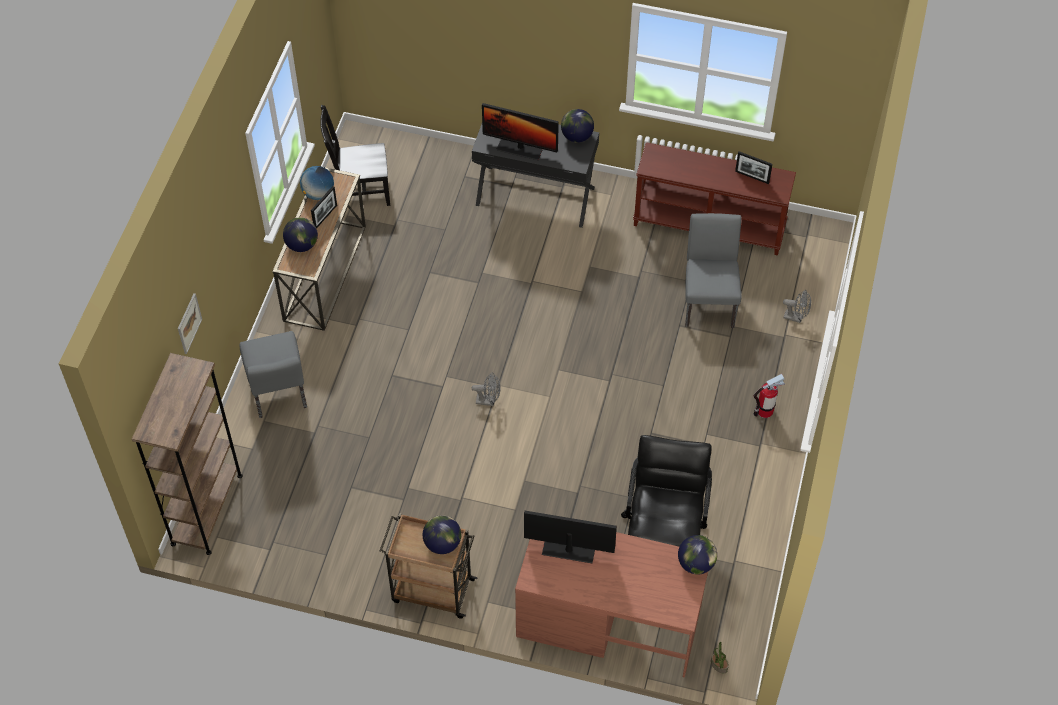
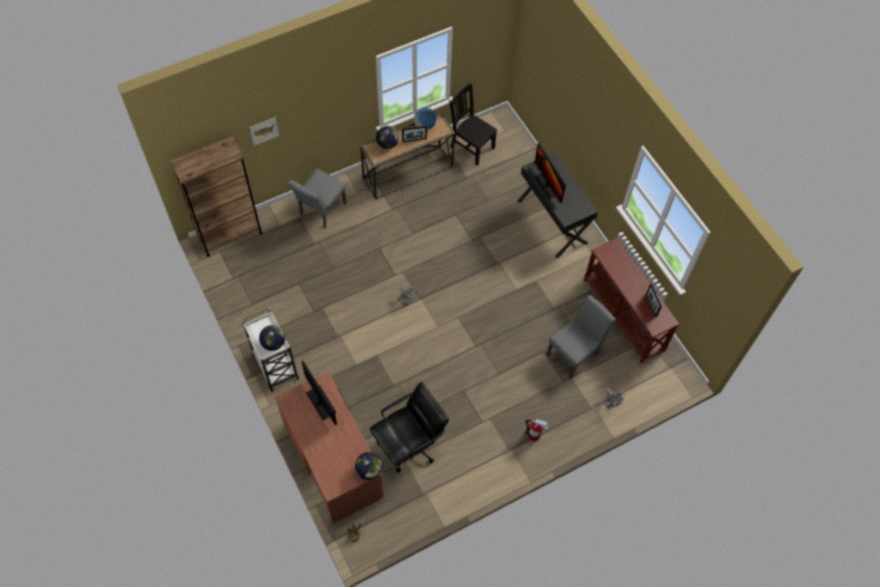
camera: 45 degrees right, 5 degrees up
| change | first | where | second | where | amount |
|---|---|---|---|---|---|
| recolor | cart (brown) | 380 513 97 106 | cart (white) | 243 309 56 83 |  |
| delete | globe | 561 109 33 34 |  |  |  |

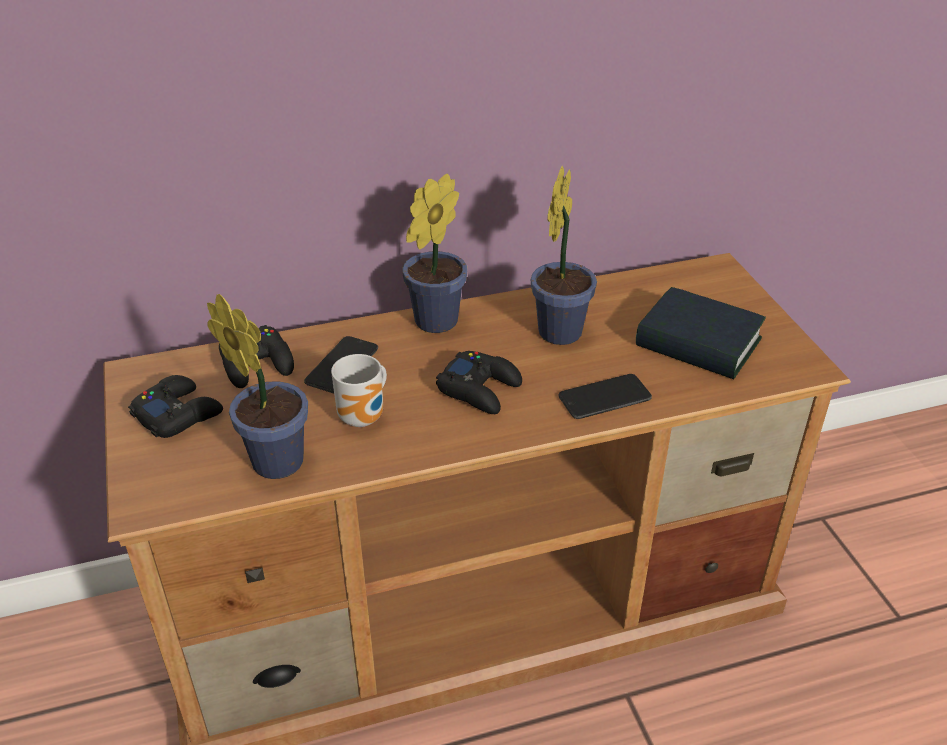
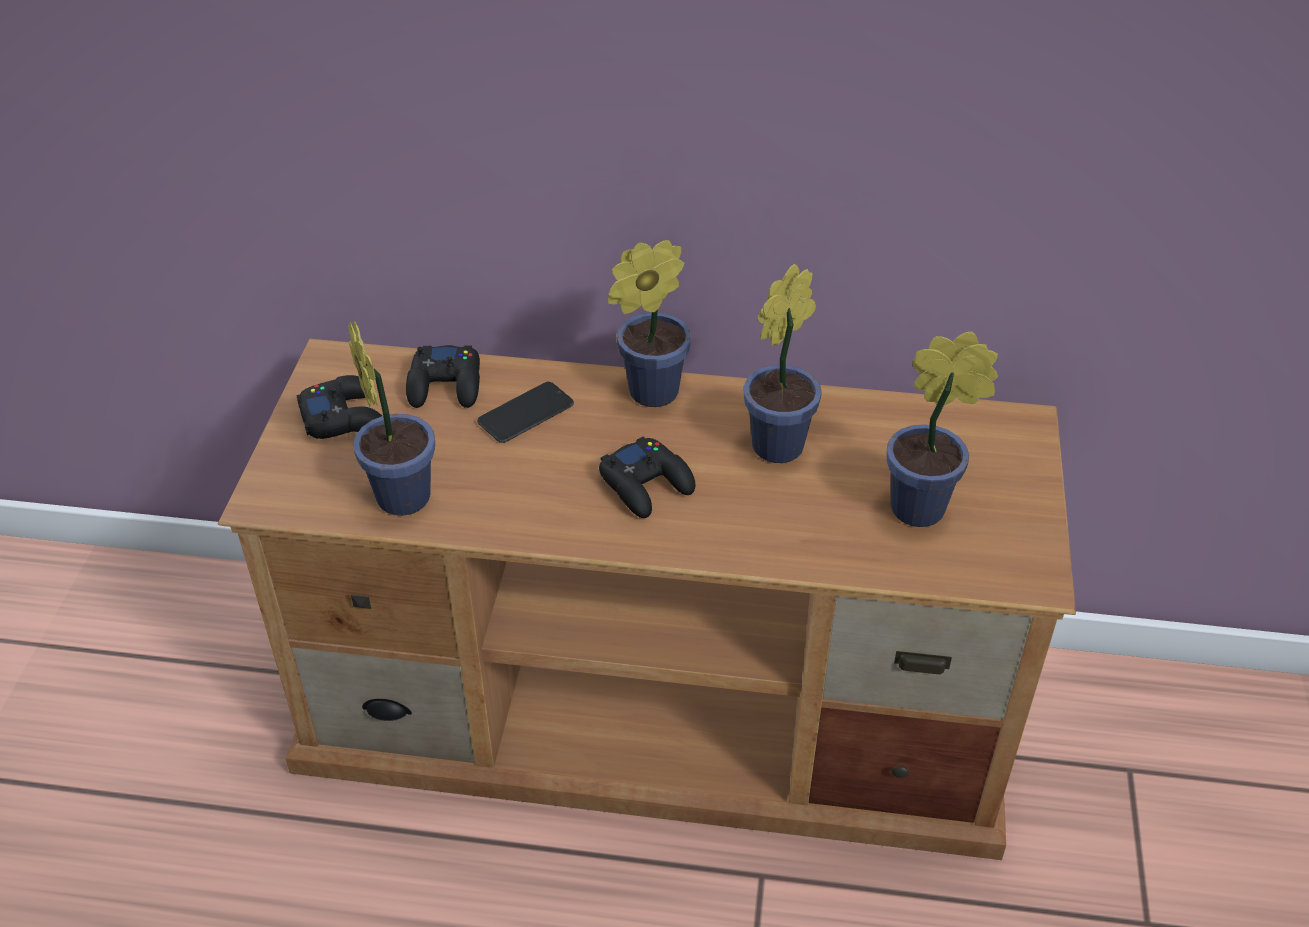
camera: 25 degrees right, 5 degrees up
| change | first | where | second | where | amount |
|---|---|---|---|---|---|
| replace | book | 636 287 130 92 | potted plant | 886 331 112 196 |  |
| delete | mug | 331 354 56 73 |  |  |  |
| delete | phone | 558 374 94 45 |  |  |  |

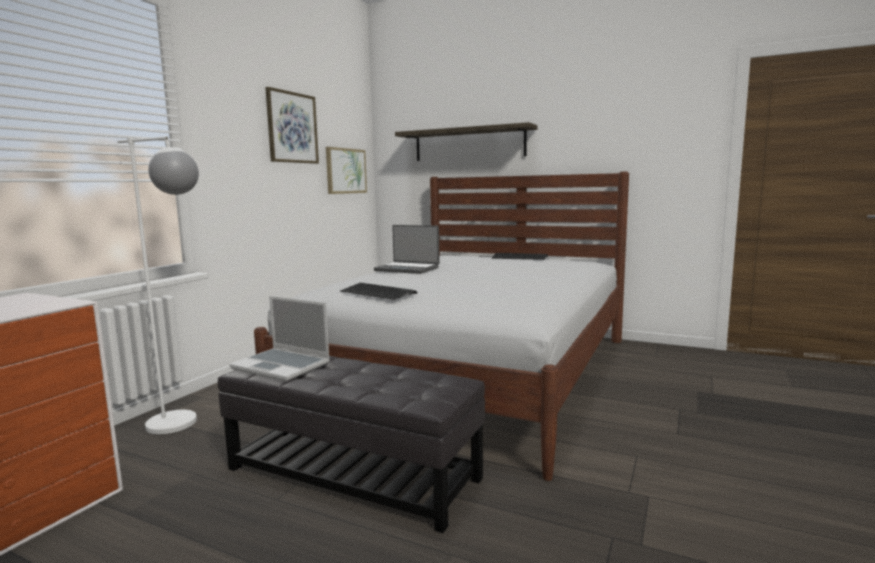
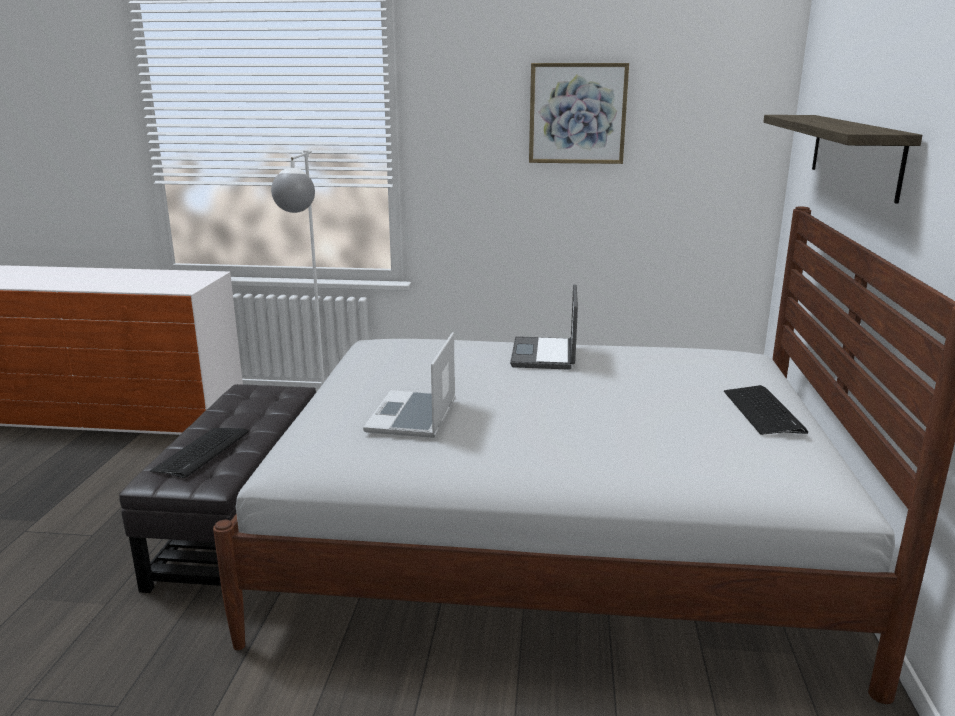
camera: 70 degrees right, 10 degrees up
| change | first | where | second | where | amount |
|---|---|---|---|---|---|
| move | keyboard | 340 283 78 17 |  | 150 428 99 50 |  |
| move | laptop | 229 296 101 86 |  | 363 332 92 106 |  |
| delete | picture | 326 147 41 47 |  |  |  |

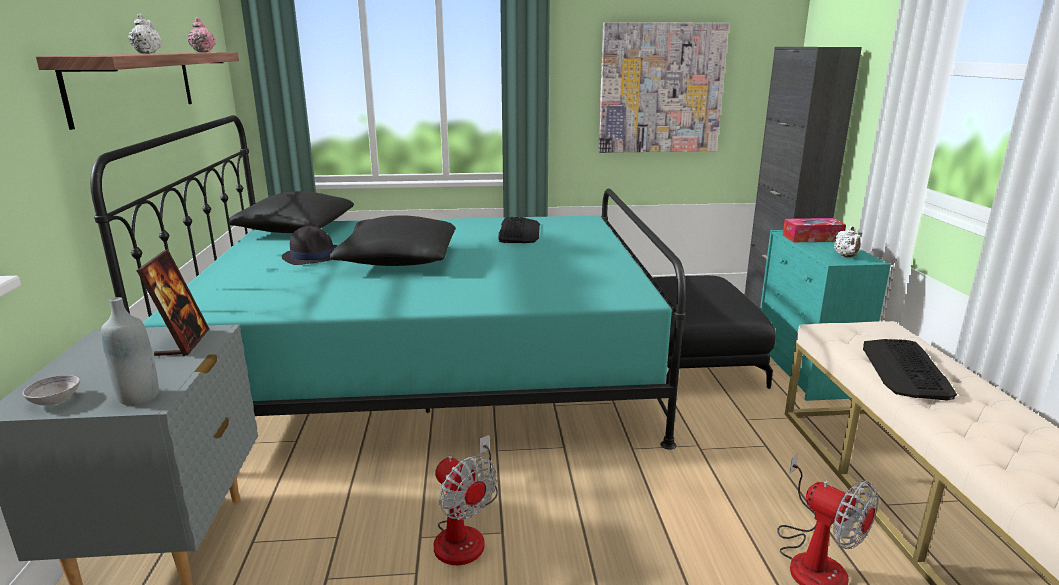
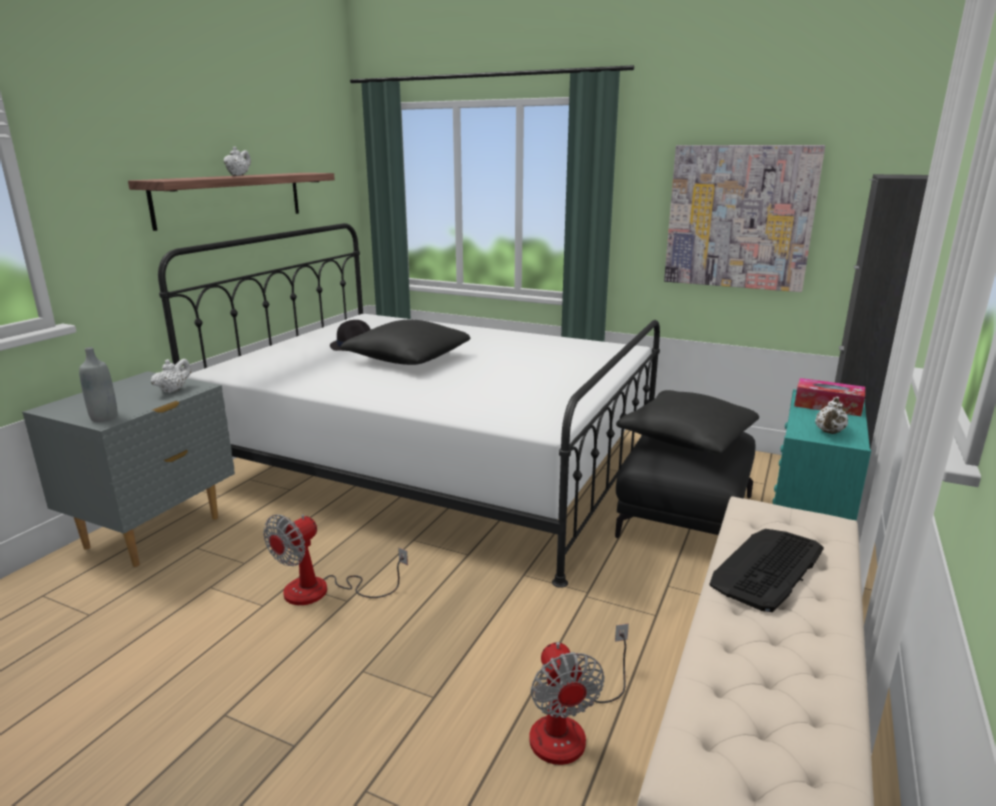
camera: 30 degrees right, 0 degrees up
| change | first | where | second | where | amount |
|---|---|---|---|---|---|
| replace | picture frame | 136 249 73 107 | teapot (white) | 151 359 40 34 |  |
| recolor | bed (turquoise) | 90 115 596 335 | bed (white) | 158 223 502 365 |  |
| rotate | fan | 434 435 64 130 |  | 263 514 145 91 | 45 degrees clockwise |
| move | pillow (black) | 229 191 125 42 |  | 616 390 143 64 |  |
| delete | bowl (grey) | 22 375 58 31 |  |  |  |
| delete | teapot (pink) | 188 17 28 35 |  |  |  |
| delete | keyboard | 498 217 42 26 |  |  |  |

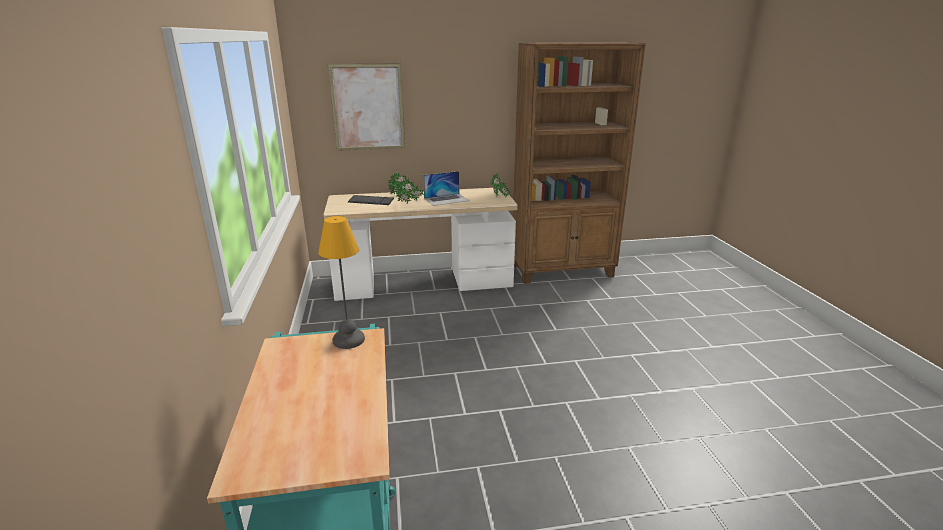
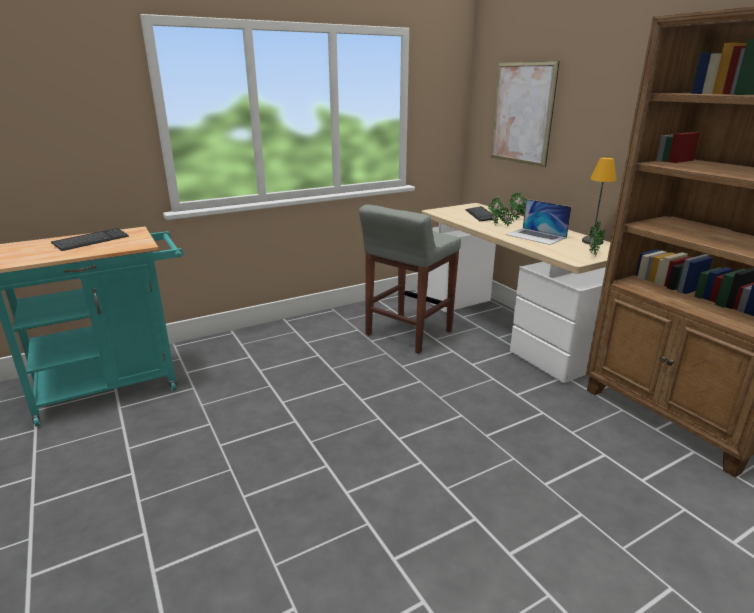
camera: 70 degrees right, 0 degrees up
| change | first | where | second | where | amount |
|---|---|---|---|---|---|
| insert |  |  | keyboard | 51 228 78 23 |  |
| insert |  |  | stool (grey) | 359 204 102 150 |  |
| move | table lamp | 318 216 47 133 |  | 582 158 35 87 |  |

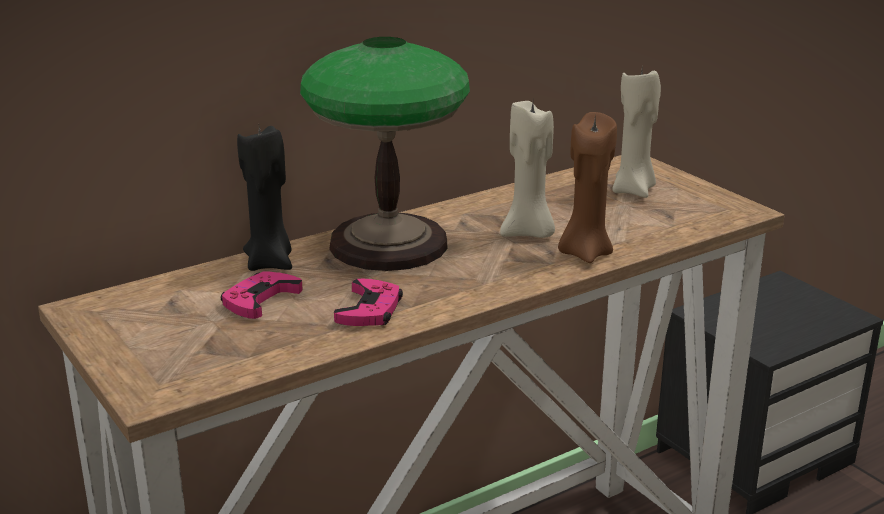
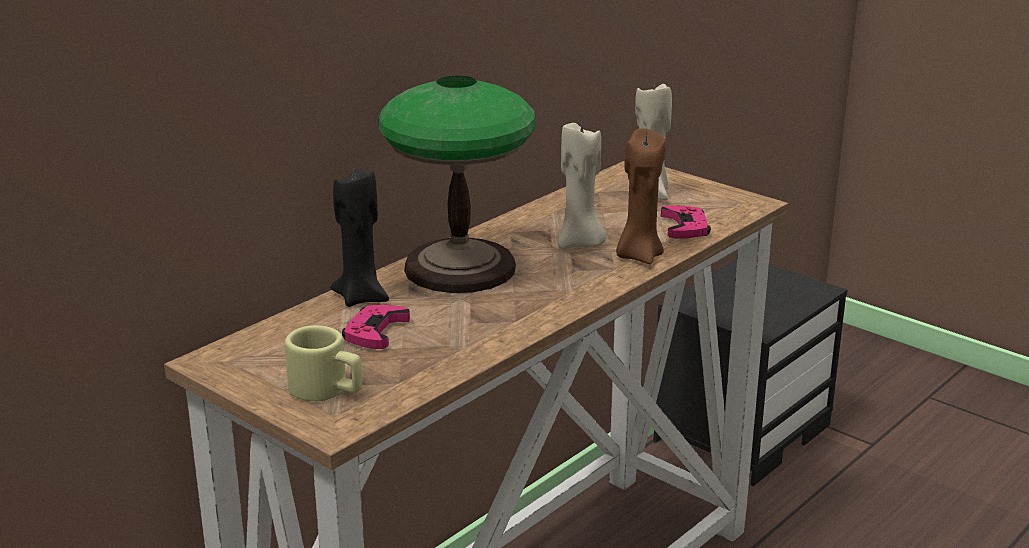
camera: 15 degrees left, 0 degrees up
| change | first | where | second | where | amount |
|---|---|---|---|---|---|
| insert |  |  | mug (beige) | 285 325 77 76 |  |
| move | game controller (pink) | 334 279 69 47 |  | 661 206 50 33 |  |

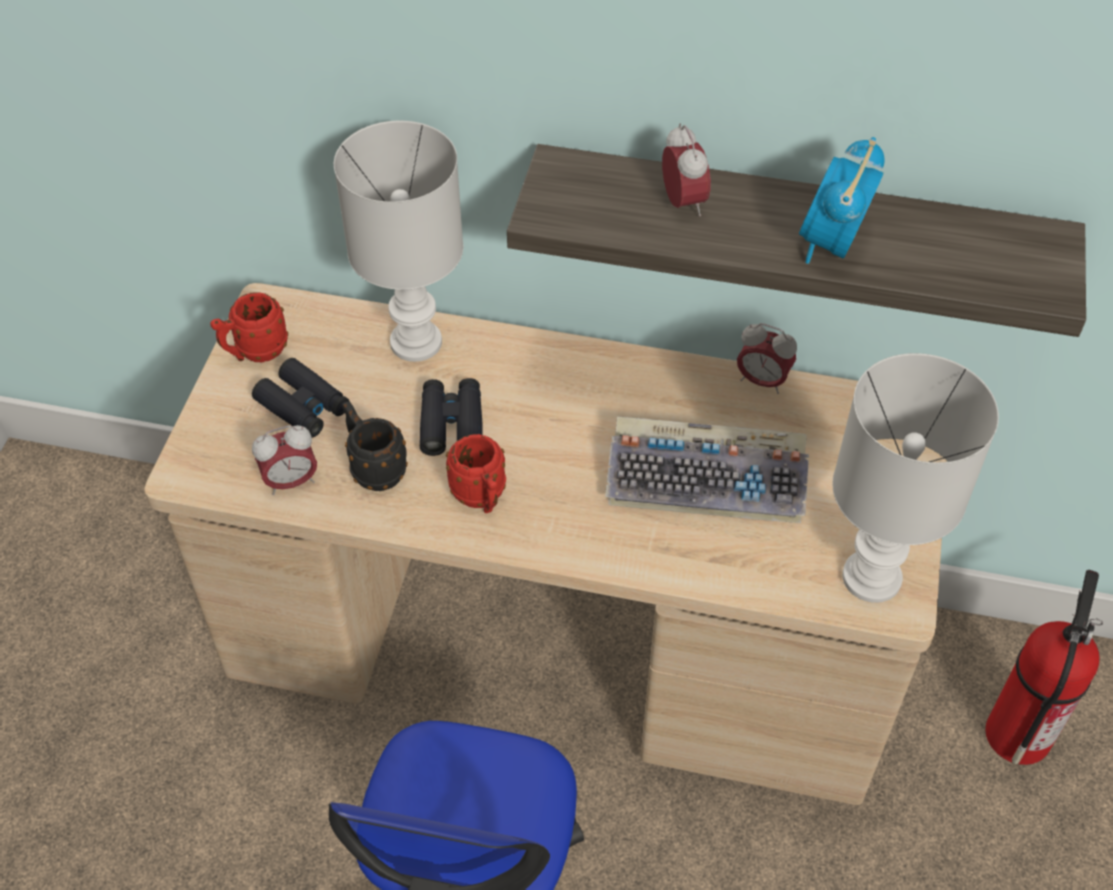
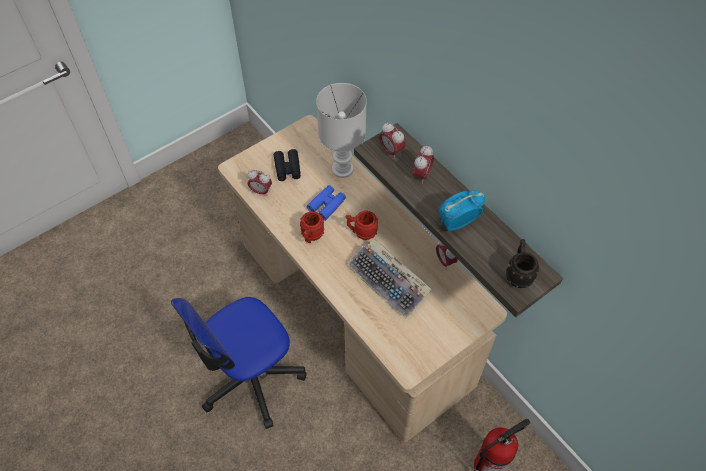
camera: 40 degrees right, 5 degrees up
| change | first | where | second | where | amount |
|---|---|---|---|---|---|
| recolor | binoculars (black) | 420 378 63 78 | binoculars (blue) | 307 185 39 36 |  |
| move | mug (red) | 210 292 78 70 |  | 346 211 32 29 |  |
| insert |  |  | alarm clock | 379 122 26 37 |  |
| move | mug (black) | 342 402 66 89 |  | 506 239 34 49 |  |
| delete | table lamp (white) | 833 353 166 250 |  |  |  |

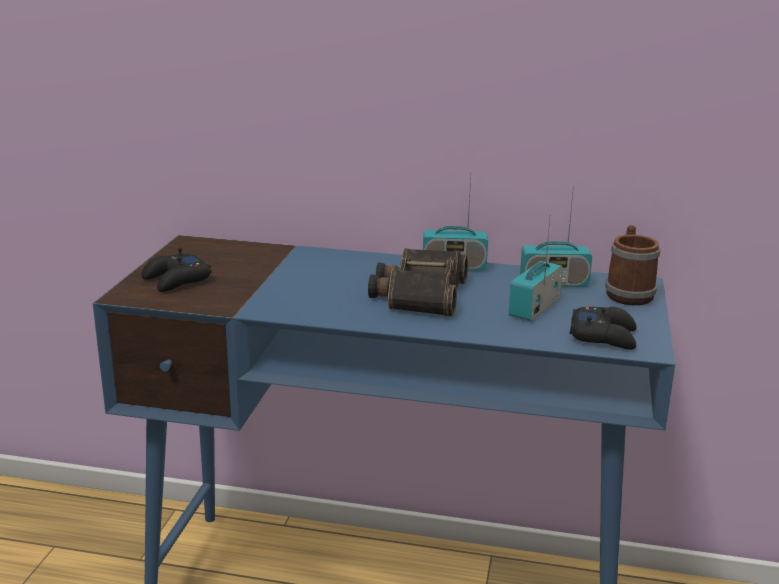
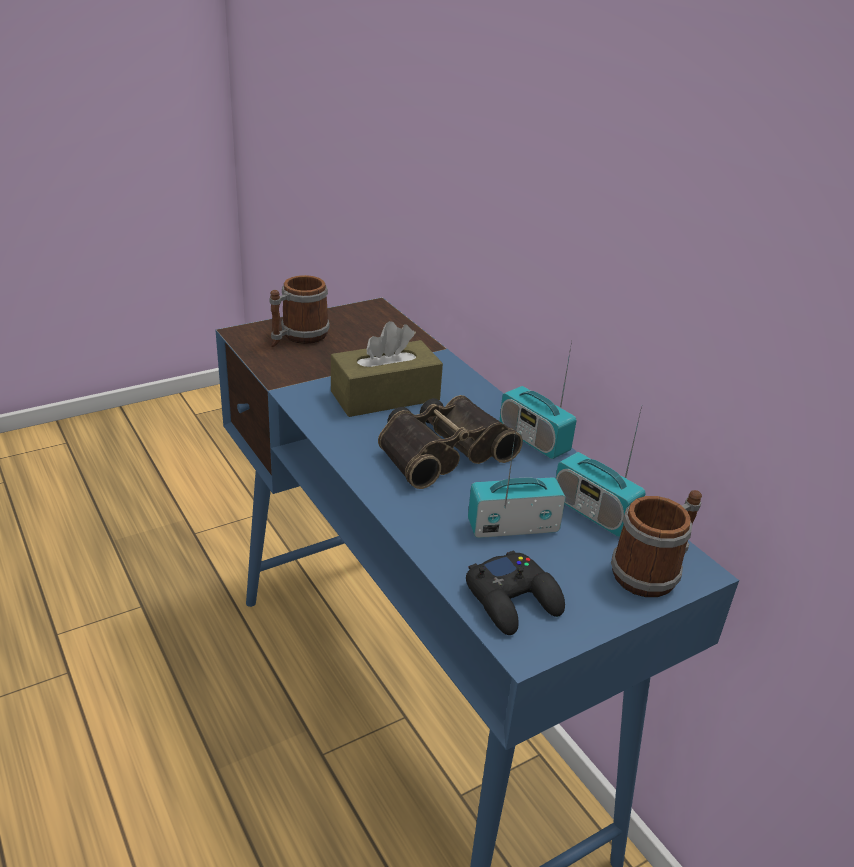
camera: 45 degrees right, 10 degrees up
| change | first | where | second | where | amount |
|---|---|---|---|---|---|
| replace | game controller (black) | 141 248 70 44 | mug | 269 275 61 72 |  |
| insert |  |  | tissue box (brown) | 331 321 112 96 |  |

